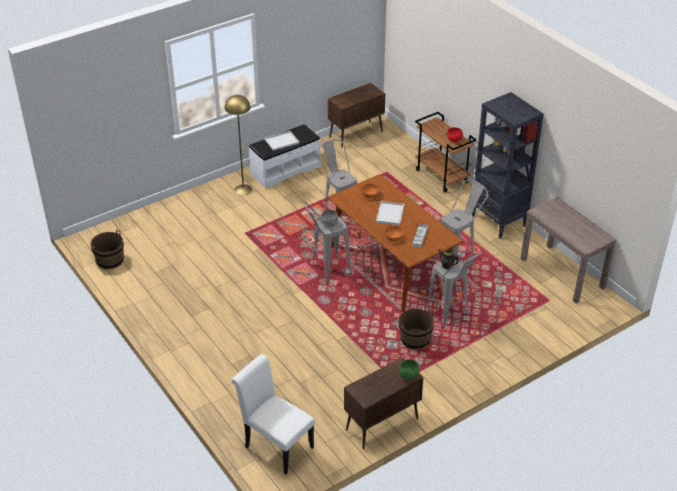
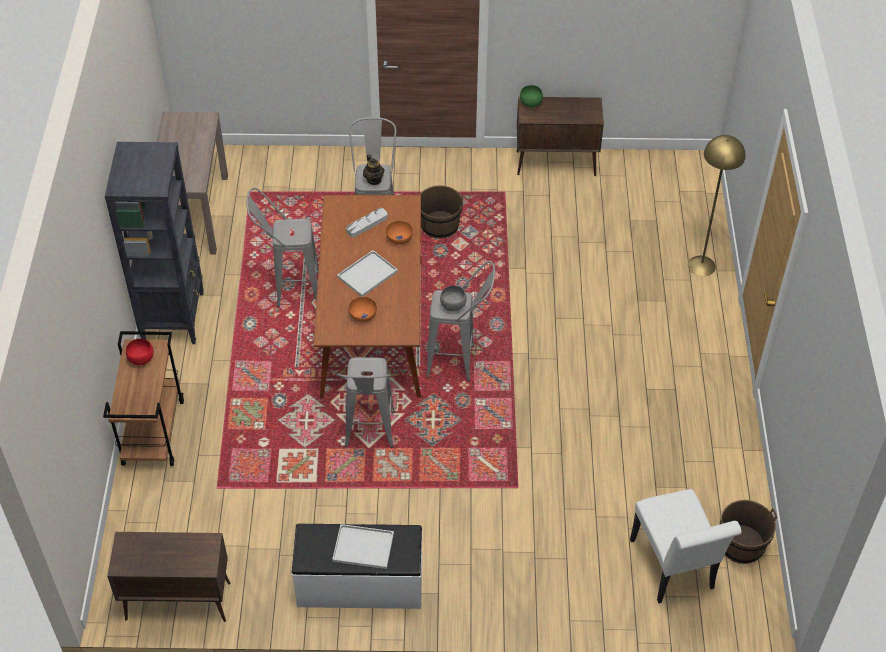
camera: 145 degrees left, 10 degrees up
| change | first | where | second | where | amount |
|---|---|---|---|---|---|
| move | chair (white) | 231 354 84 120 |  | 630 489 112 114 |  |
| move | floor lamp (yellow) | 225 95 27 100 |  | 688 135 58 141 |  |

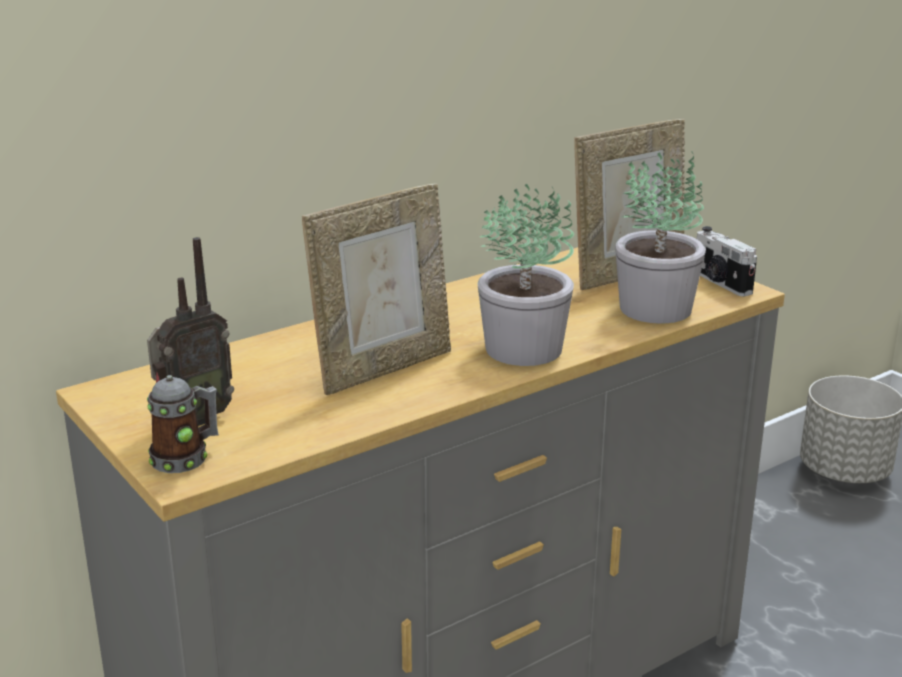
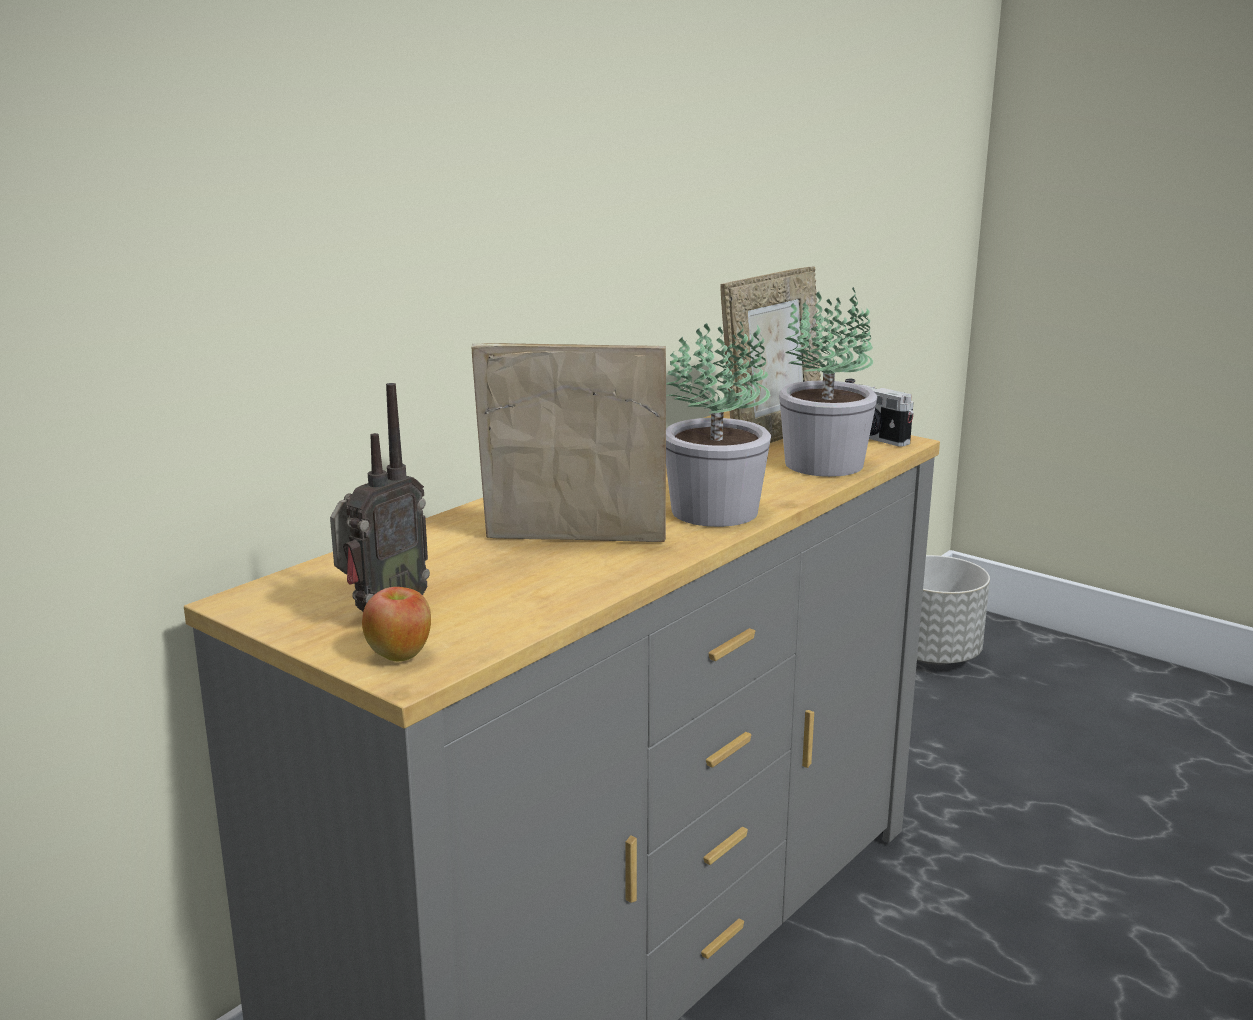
camera: 15 degrees left, 5 degrees down
| change | first | where | second | where | amount |
|---|---|---|---|---|---|
| replace | mug | 147 375 72 98 | apple | 362 587 69 74 |  |
| rotate | picture frame | 302 183 149 212 |  | 472 343 194 199 | 120 degrees counterclockwise |

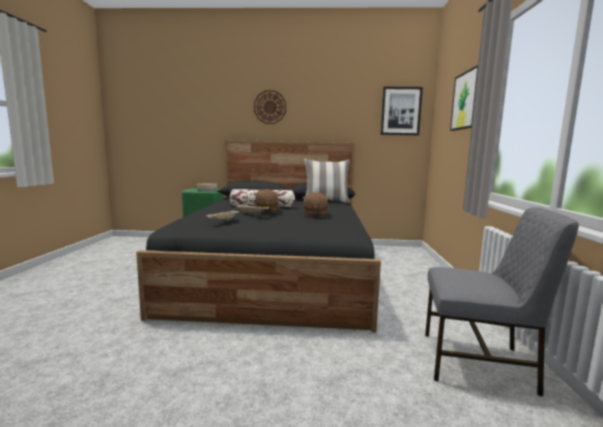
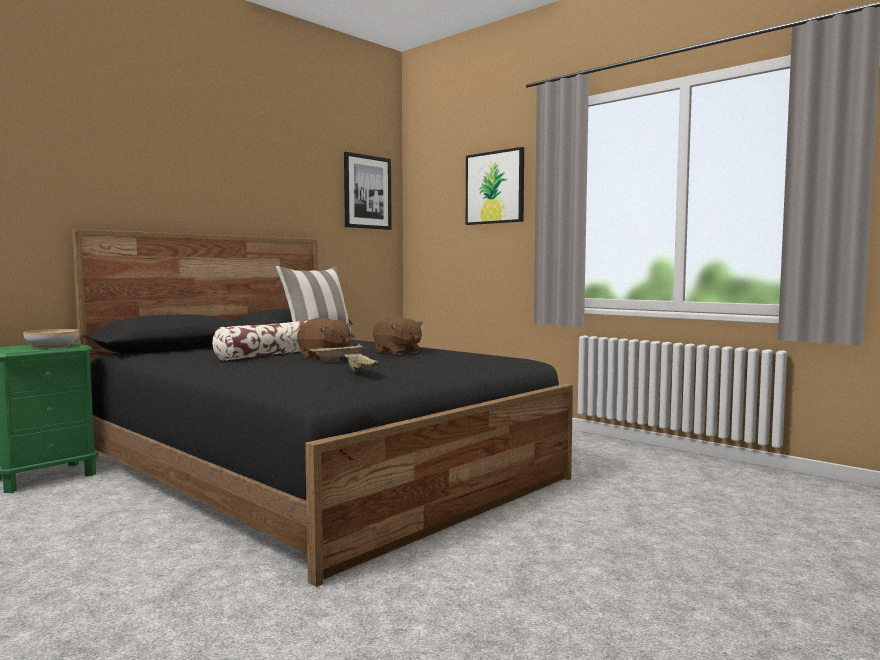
camera: 50 degrees left, 5 degrees down
| change | first | where | second | where | amount |
|---|---|---|---|---|---|
| delete | wall clock | 254 90 32 34 |  |  |  |
| delete | chair (grey) | 425 207 154 189 |  |  |  |

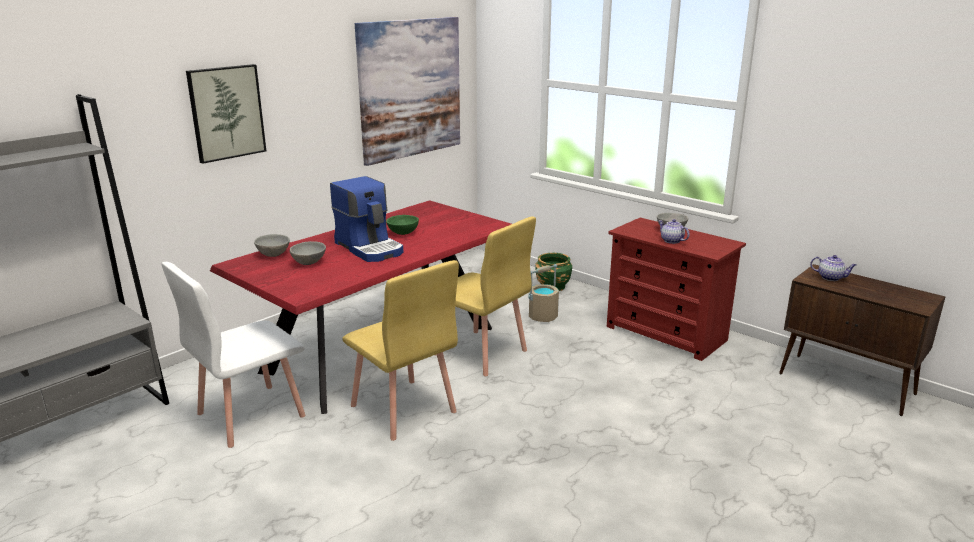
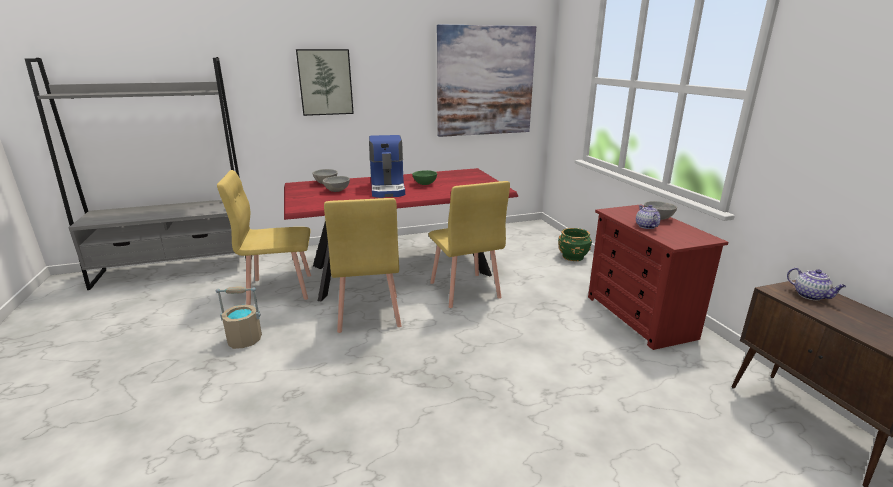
camera: 30 degrees right, 0 degrees up
| change | first | where | second | where | amount |
|---|---|---|---|---|---|
| move | bucket (beige) | 529 264 30 58 |  | 216 287 46 62 |  |
| recolor | chair (white) | 162 262 144 186 | chair (yellow) | 217 170 94 135 |  |

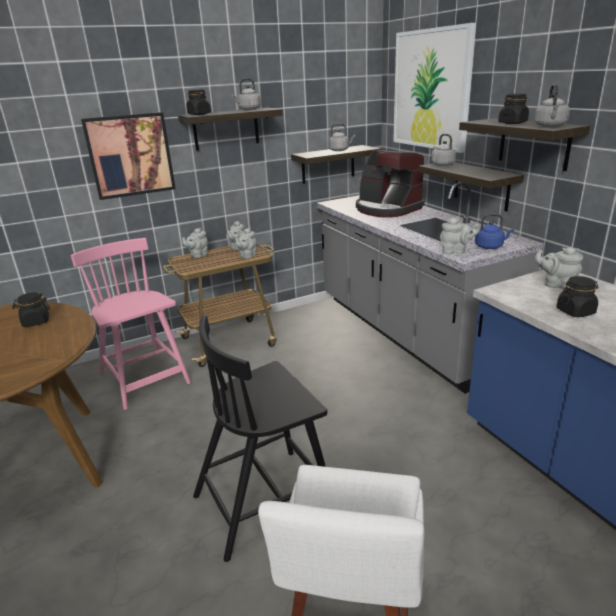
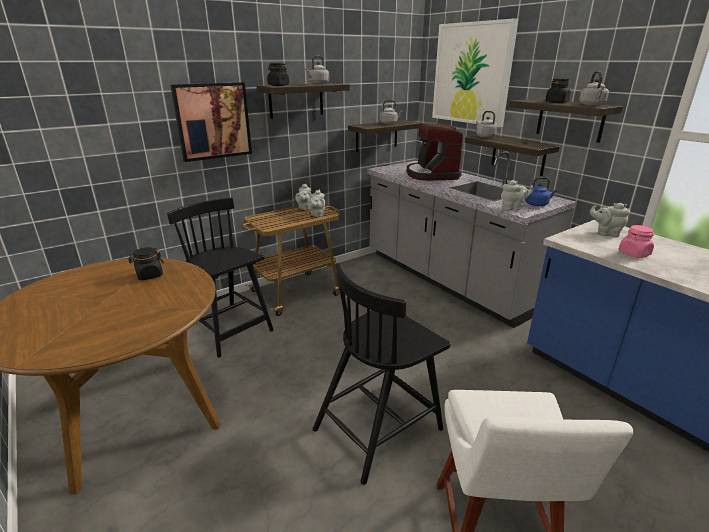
camera: 10 degrees left, 0 degrees up
| change | first | where | second | where | amount |
|---|---|---|---|---|---|
| recolor | chair (pink) | 71 238 120 172 | chair (black) | 167 197 106 161 |  |
| rotate | coffee machine | 356 150 68 67 |  | 407 123 56 58 | 45 degrees clockwise |
| recolor | jar (black) | 557 276 41 41 | jar (pink) | 619 225 35 33 |  |
| delete | teapot (grey) | 182 228 26 30 |  |  |  |

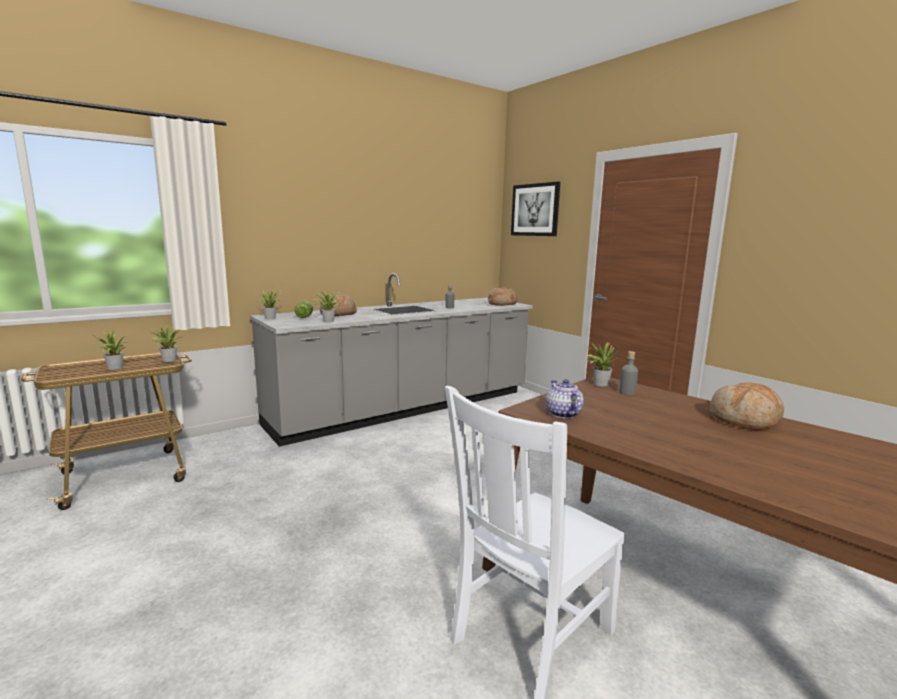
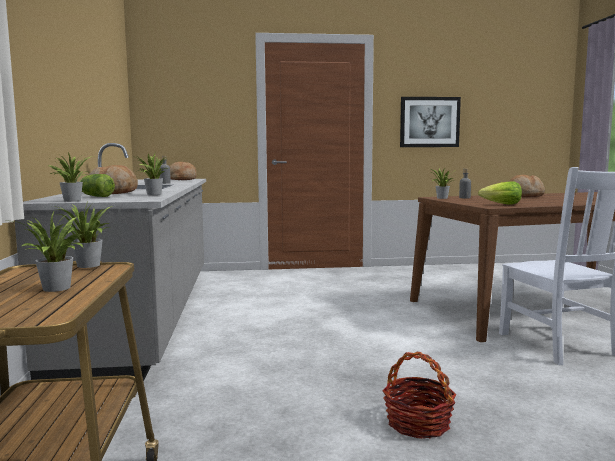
camera: 60 degrees left, 5 degrees down
| change | first | where | second | where | amount |
|---|---|---|---|---|---|
| insert |  |  | basket | 382 352 74 87 |  |
| move | picture | 511 182 49 54 |  | 400 97 61 50 |  |
| replace | teapot | 546 379 38 39 | lettuce | 478 181 44 24 |  |

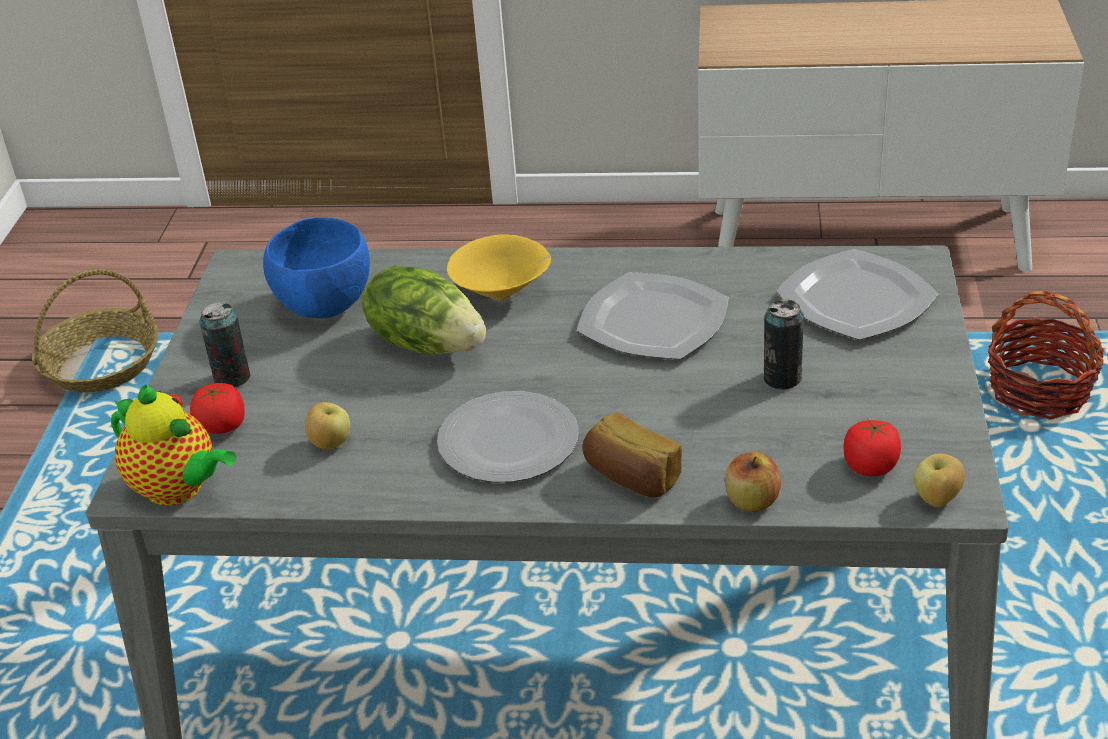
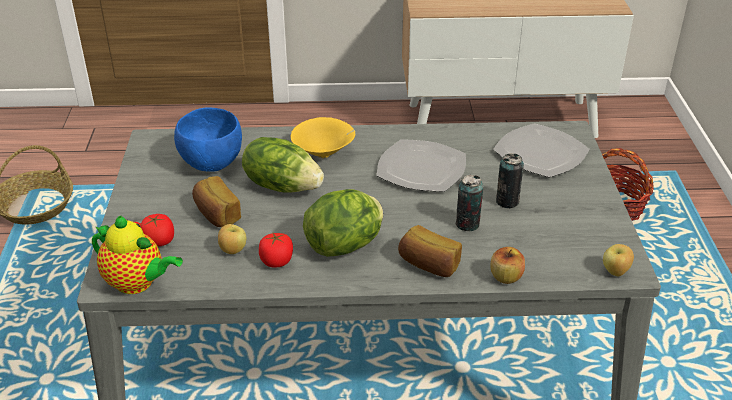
camera: 10 degrees left, 0 degrees up
| change | first | where | second | where | amount |
|---|---|---|---|---|---|
| insert |  |  | bread | 192 176 49 51 |  |
| move | tomato | 844 419 57 57 |  | 259 233 34 35 |  |
| replace | plate | 437 391 142 91 | lettuce | 303 189 80 68 |  |
| move | can | 200 302 50 85 |  | 455 175 28 56 |  |

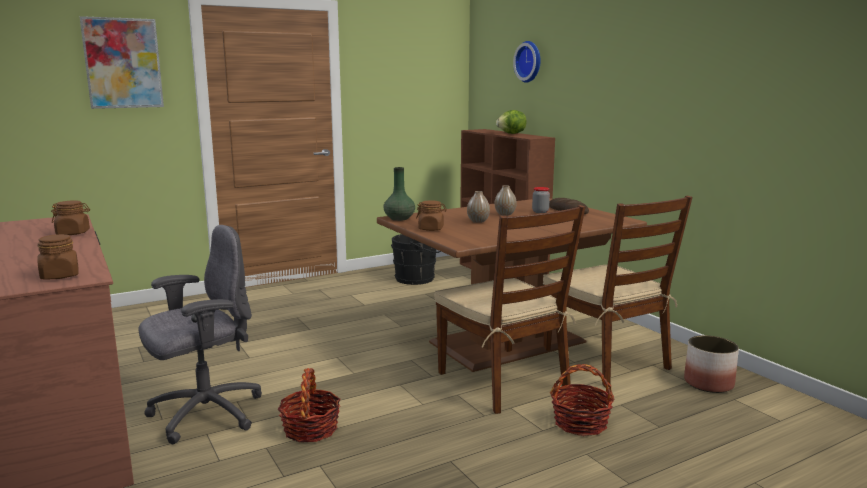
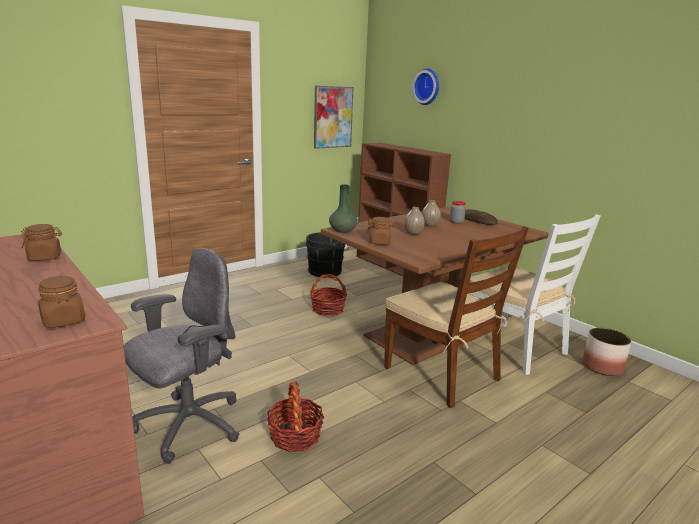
camera: 10 degrees left, 5 degrees up
| change | first | where | second | where | amount |
|---|---|---|---|---|---|
| move | basket | 550 364 64 72 |  | 310 274 37 42 |  |
| move | picture | 80 16 84 93 |  | 314 86 40 63 |  |
| recolor | chair (brown) | 543 195 149 192 | chair (white) | 469 214 132 161 |  |
| delete | lettuce | 496 110 31 24 |  |  |  |

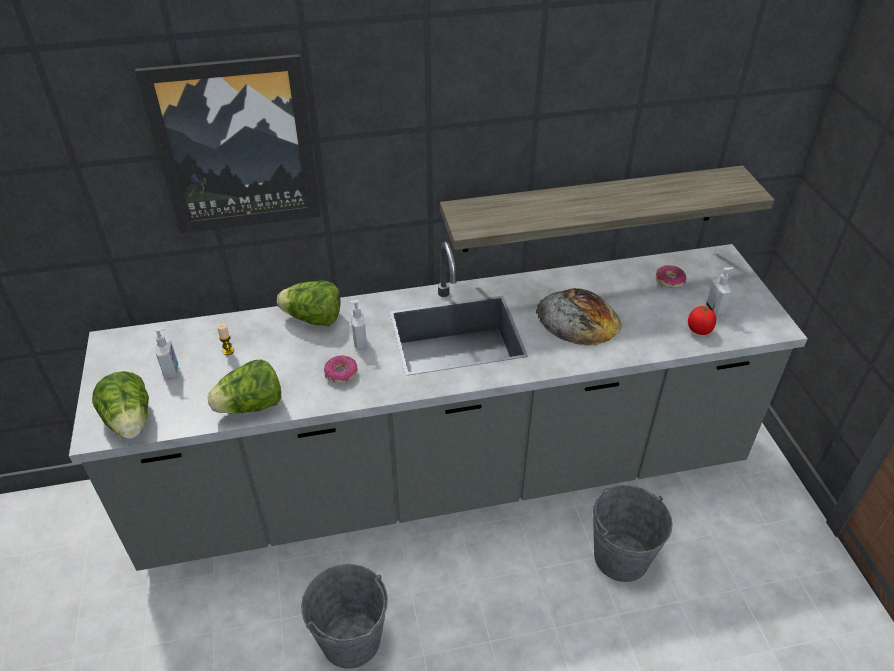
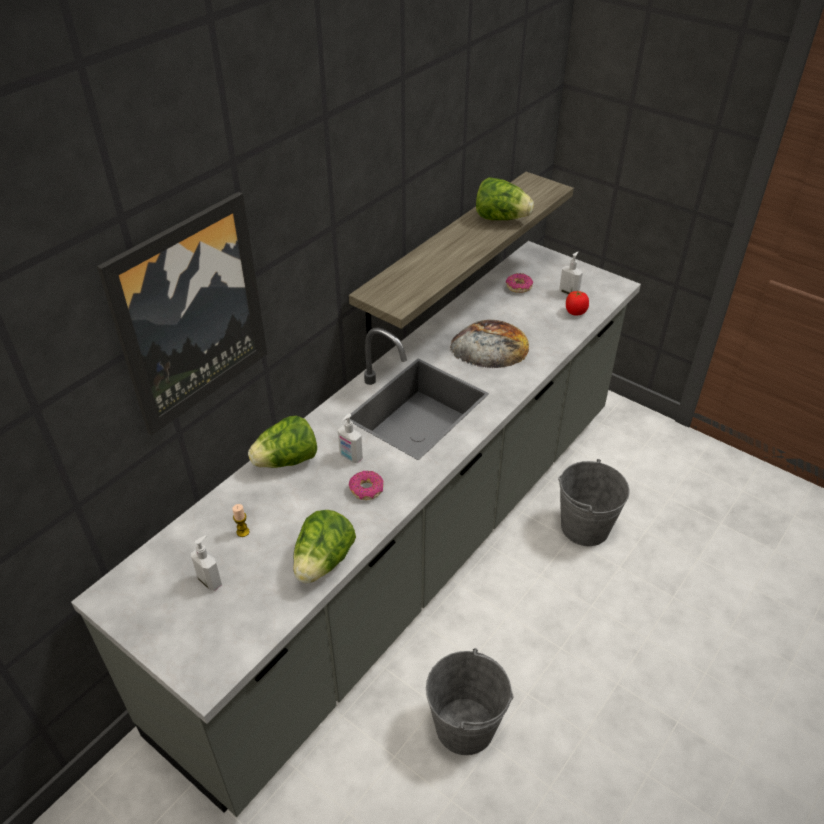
camera: 40 degrees left, 0 degrees up
| change | first | where | second | where | amount |
|---|---|---|---|---|---|
| move | lettuce | 92 371 57 68 |  | 476 177 58 43 |  |

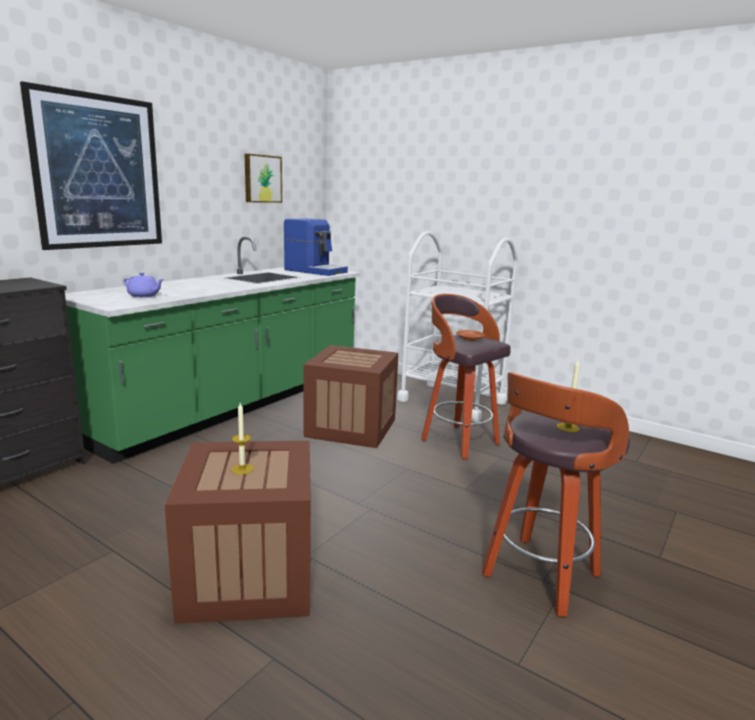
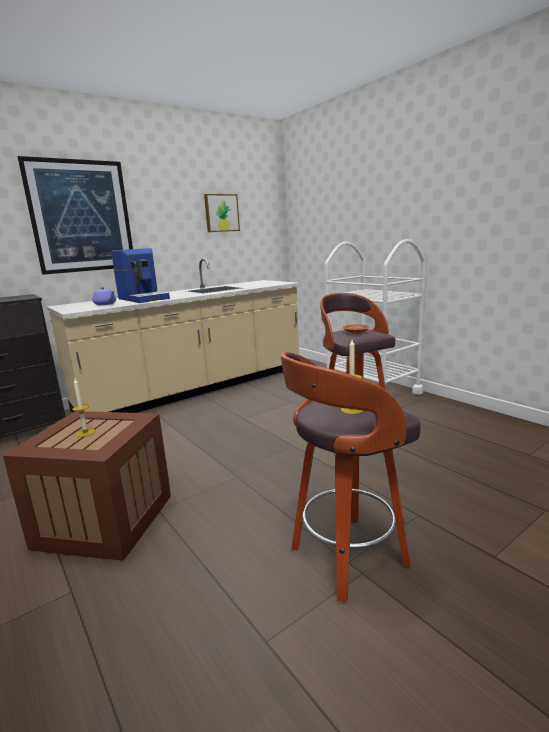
camera: 20 degrees right, 0 degrees up
| change | first | where | second | where | amount |
|---|---|---|---|---|---|
| recolor | counter (green) | 65 236 295 228 | counter (beige) | 47 258 253 155 |  |
| move | coffee machine | 284 218 64 58 |  | 111 248 59 55 |  |
| delete | crate | 303 345 95 103 |  |  |  |

